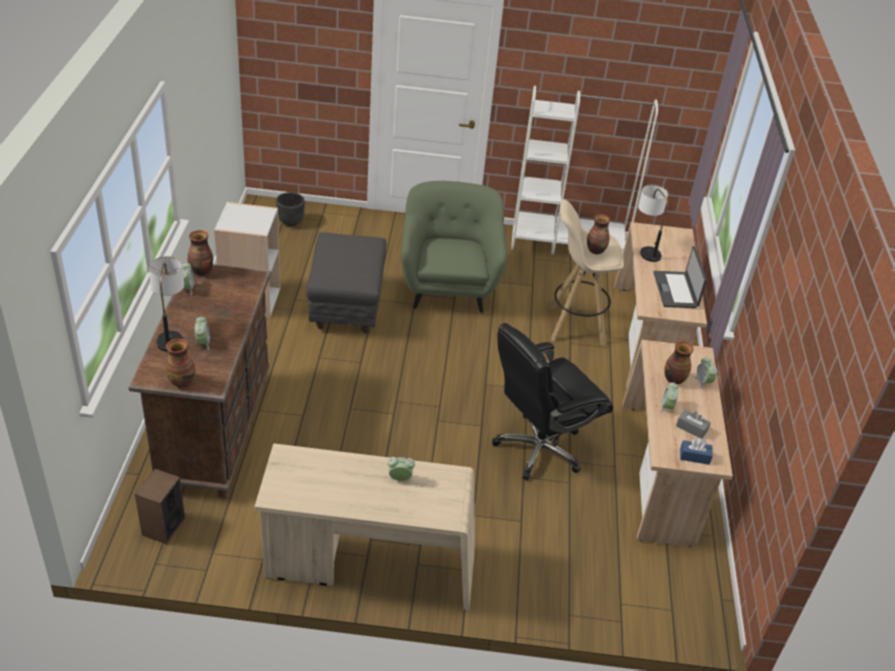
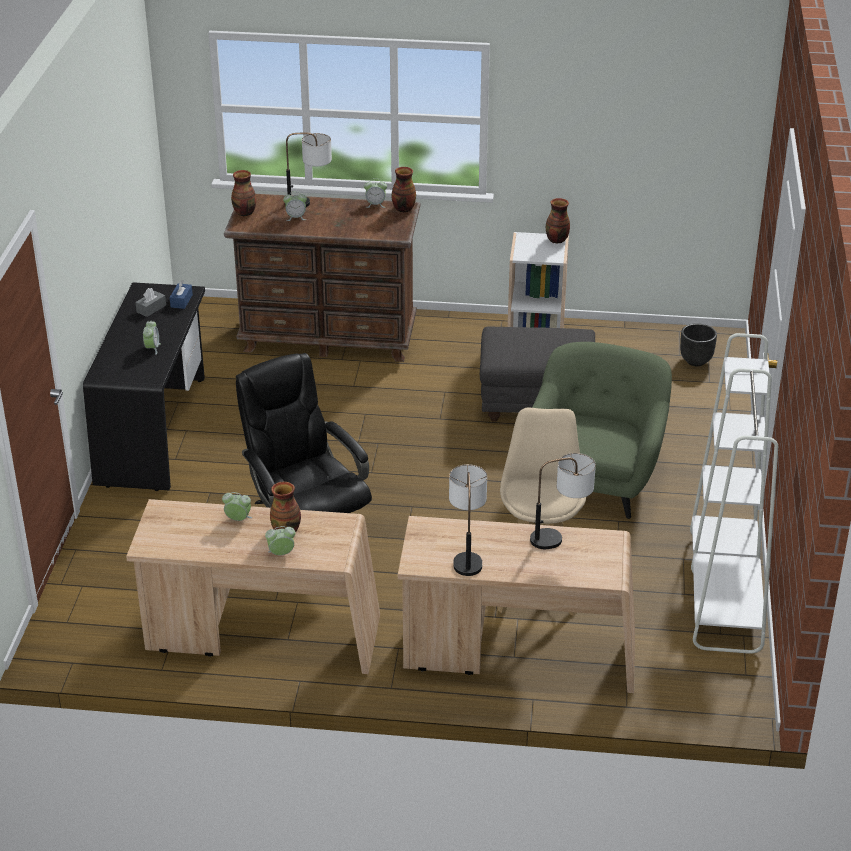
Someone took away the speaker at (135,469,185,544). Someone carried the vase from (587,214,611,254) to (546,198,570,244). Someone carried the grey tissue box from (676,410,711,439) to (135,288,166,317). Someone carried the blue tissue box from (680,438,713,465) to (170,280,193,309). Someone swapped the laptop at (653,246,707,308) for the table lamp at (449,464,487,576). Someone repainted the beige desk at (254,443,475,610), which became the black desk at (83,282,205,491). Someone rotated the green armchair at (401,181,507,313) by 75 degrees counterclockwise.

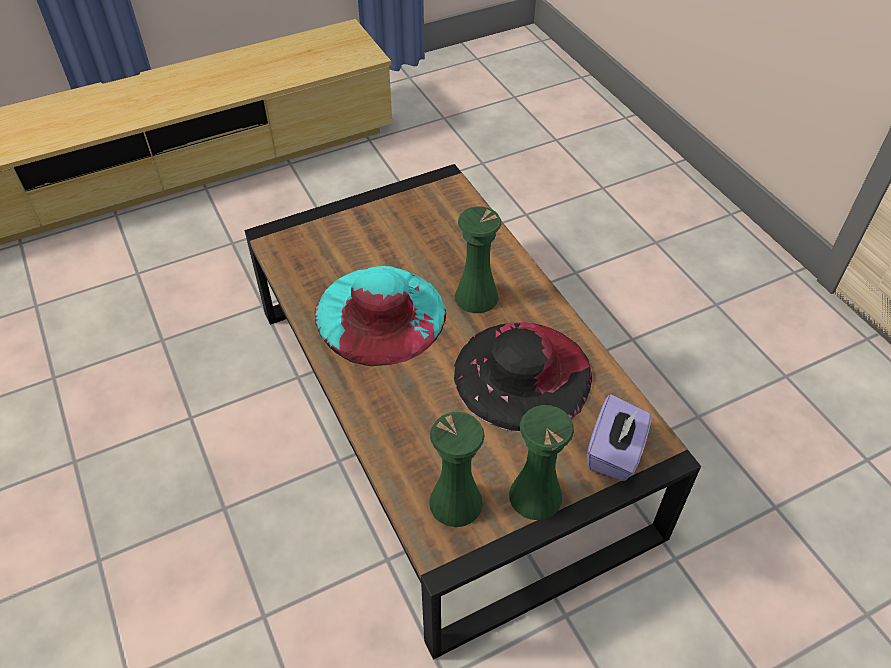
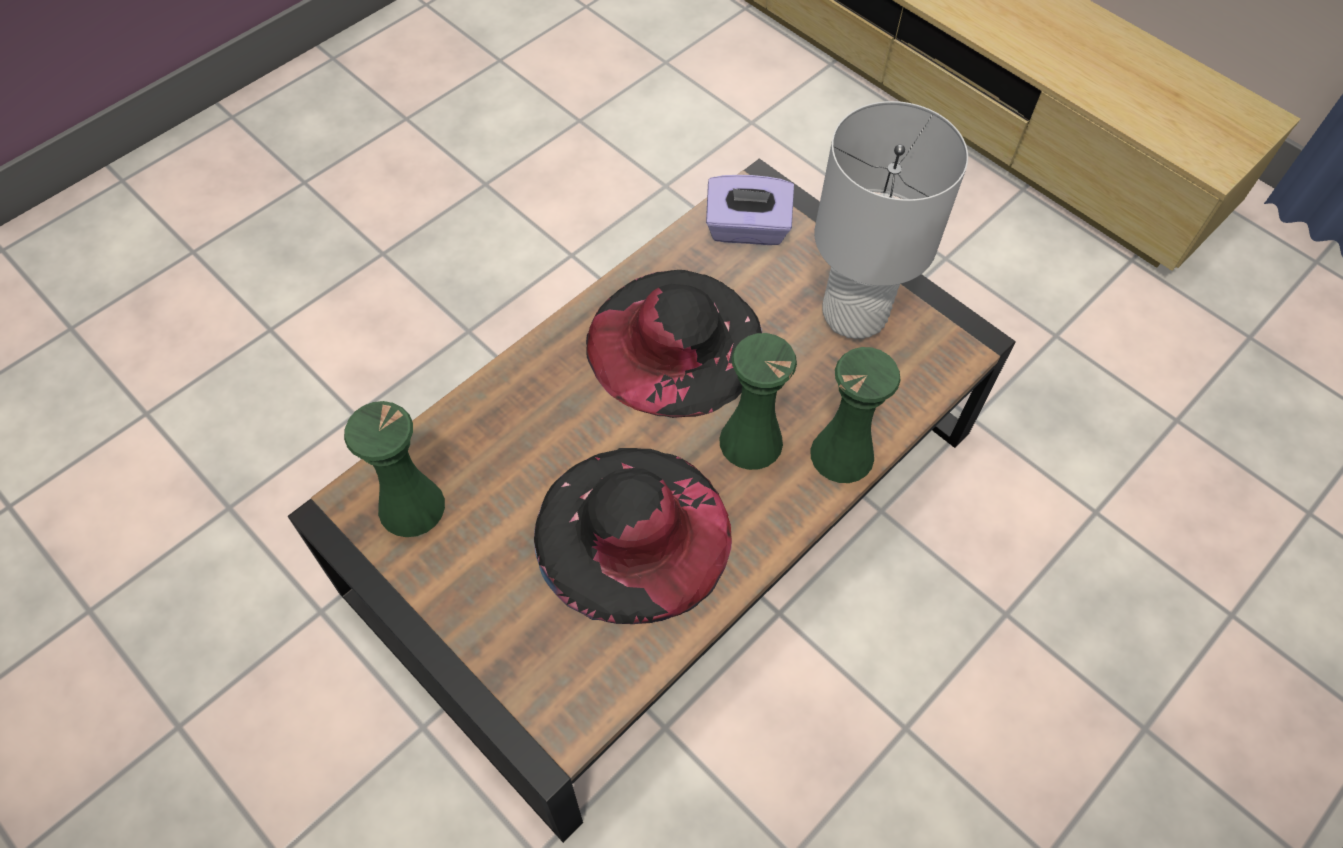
Someone put down the grey table lamp at (814,101,968,339). Someone carried the green vase from (509,405,574,520) to (810,347,901,483). Someone carried the purple tissue box from (587,394,651,481) to (706,175,794,245). Someone repainted the turquoise hat at (315,266,446,366), which became the black hat at (586,270,762,418).

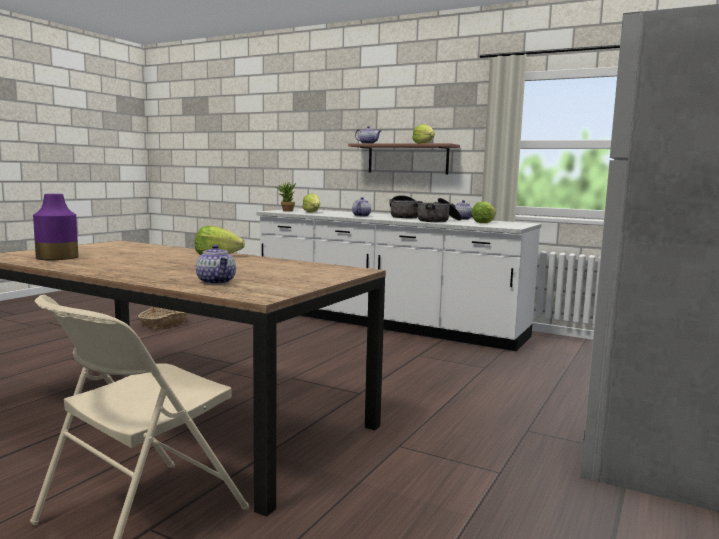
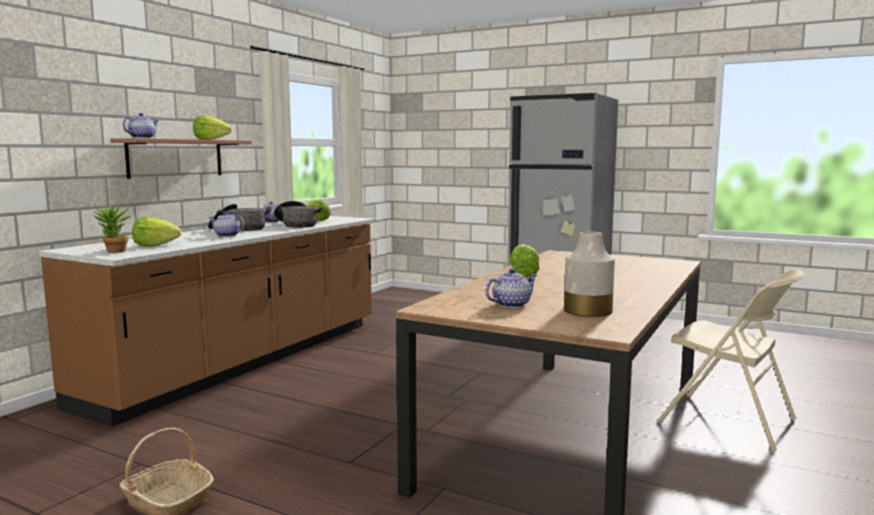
Someone carried the teapot from (196,244,236,285) to (485,268,537,308). Someone repainted the purple vase at (33,194,78,260), which became the beige vase at (564,232,615,317). Someone repainted the white counter at (256,209,541,351), which became the brown counter at (39,216,375,427).

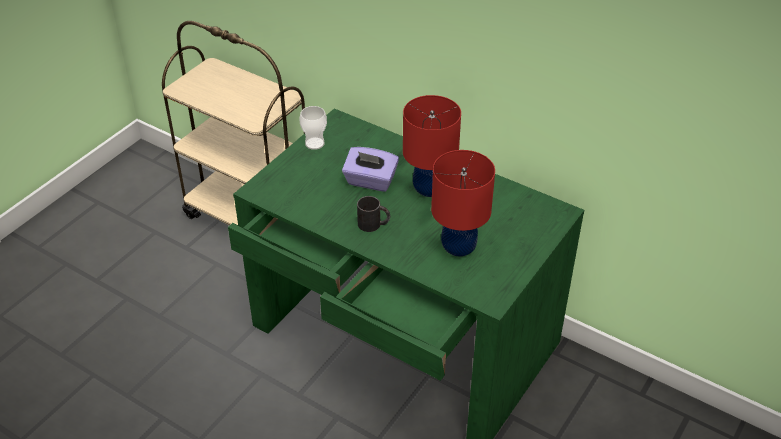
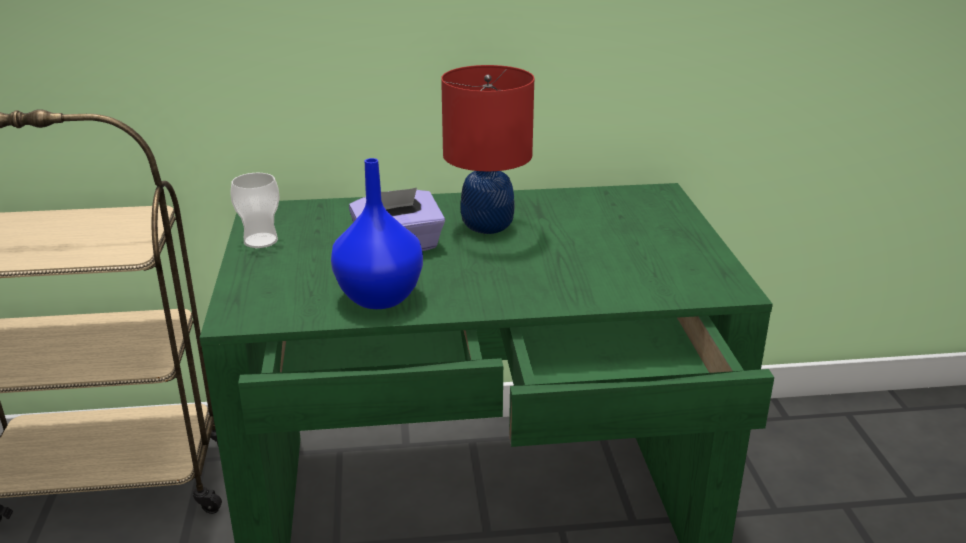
Someone took away the black mug at (357,196,390,232). Someone took away the red table lamp at (431,150,495,257). Someone put down the blue vase at (331,158,423,309).

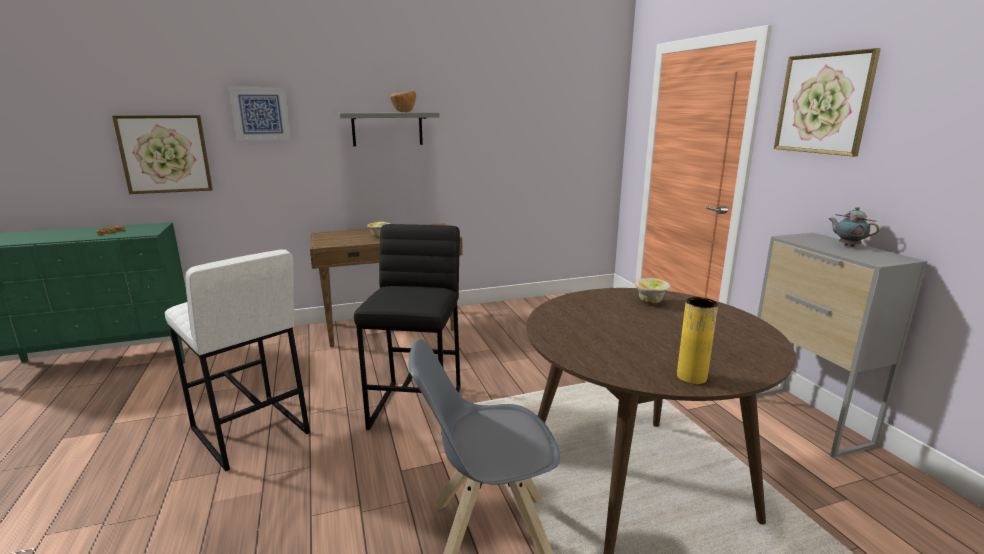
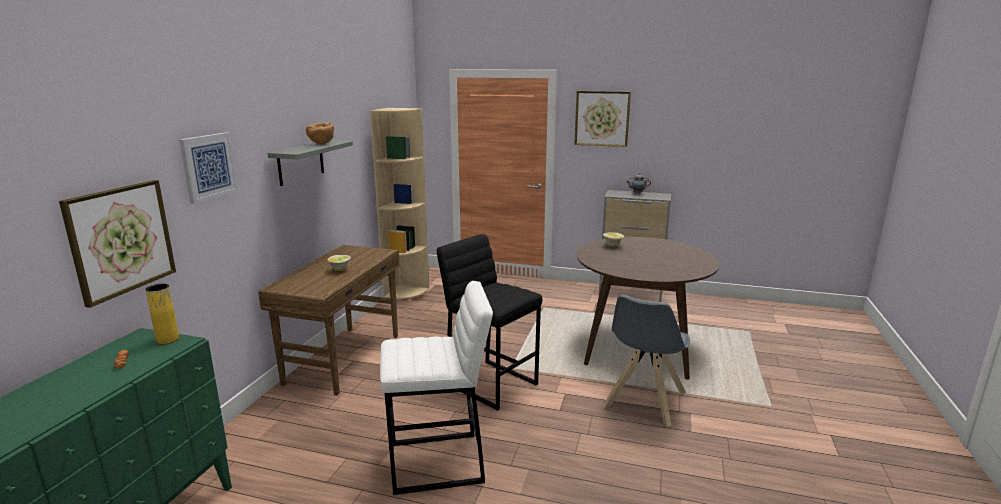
Someone put down the beige bookcase at (370,108,429,301). Someone carried the yellow vase from (677,297,718,384) to (145,284,179,344).

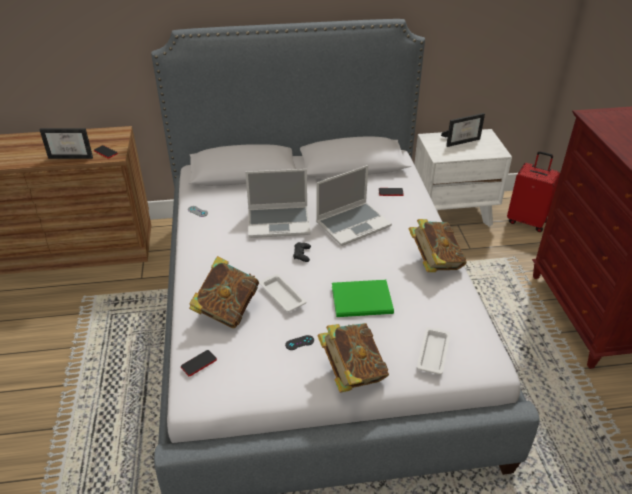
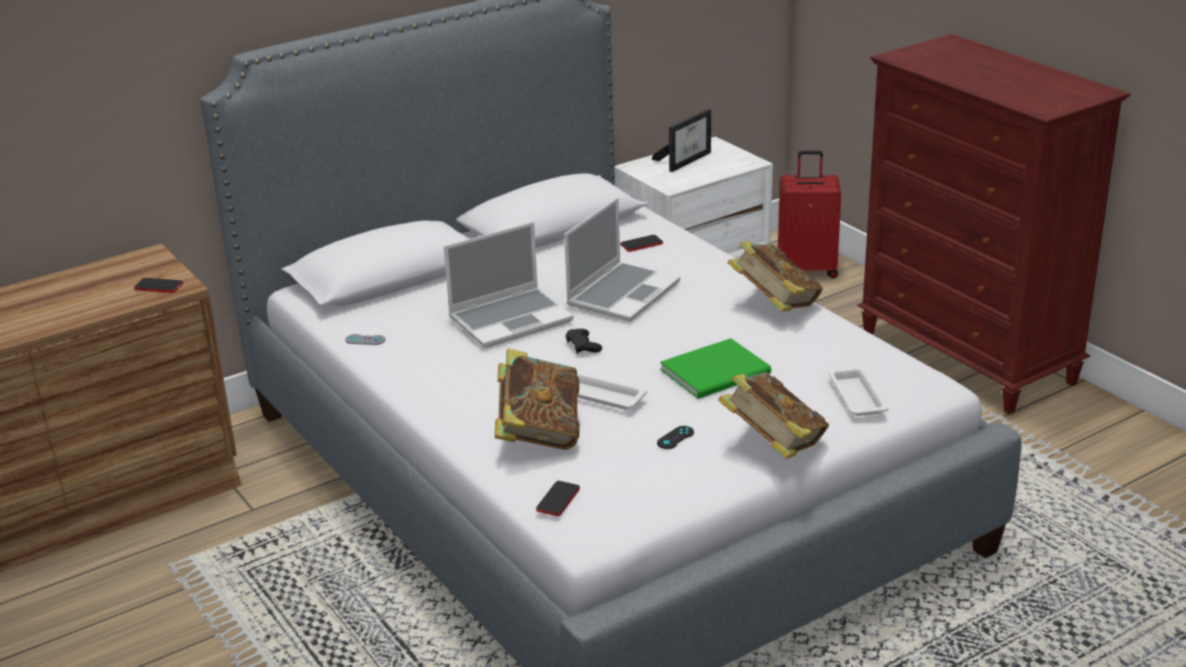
Someone took away the picture frame at (39,128,93,159).

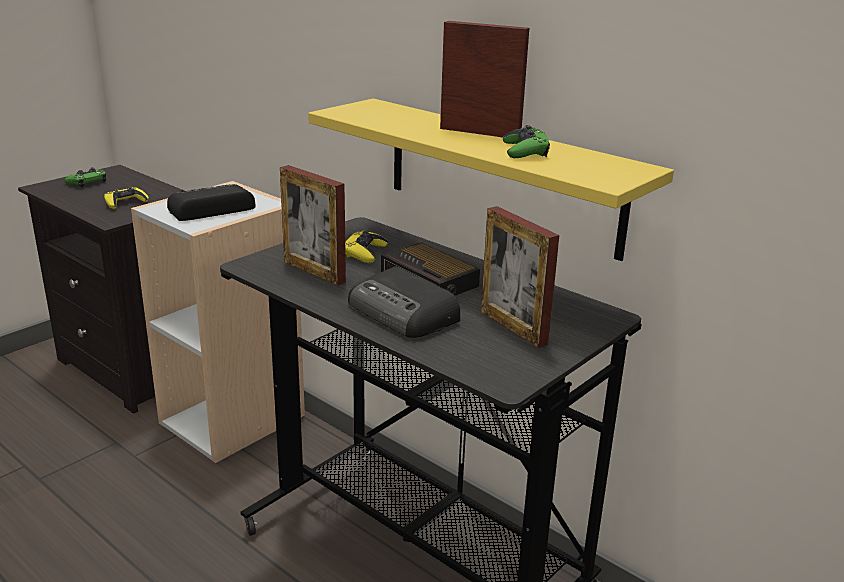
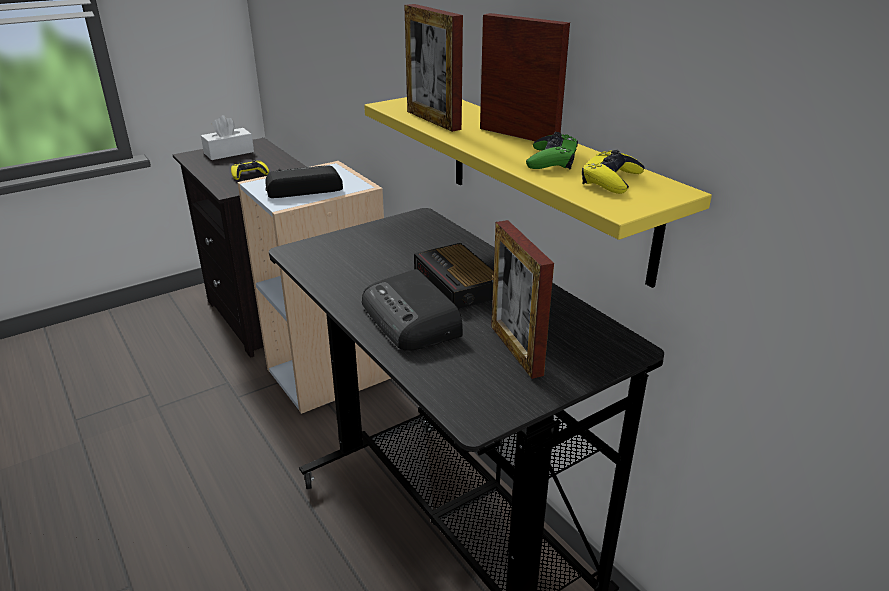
Someone carried the picture frame from (280,165,346,286) to (404,4,463,132). Someone carried the yellow game controller from (345,231,388,263) to (582,150,644,194). Someone swapped the green game controller at (64,167,106,188) for the white tissue box at (201,115,254,160).

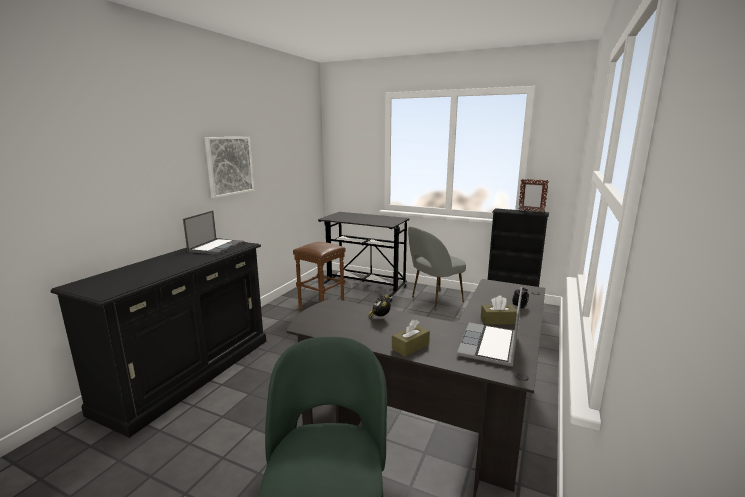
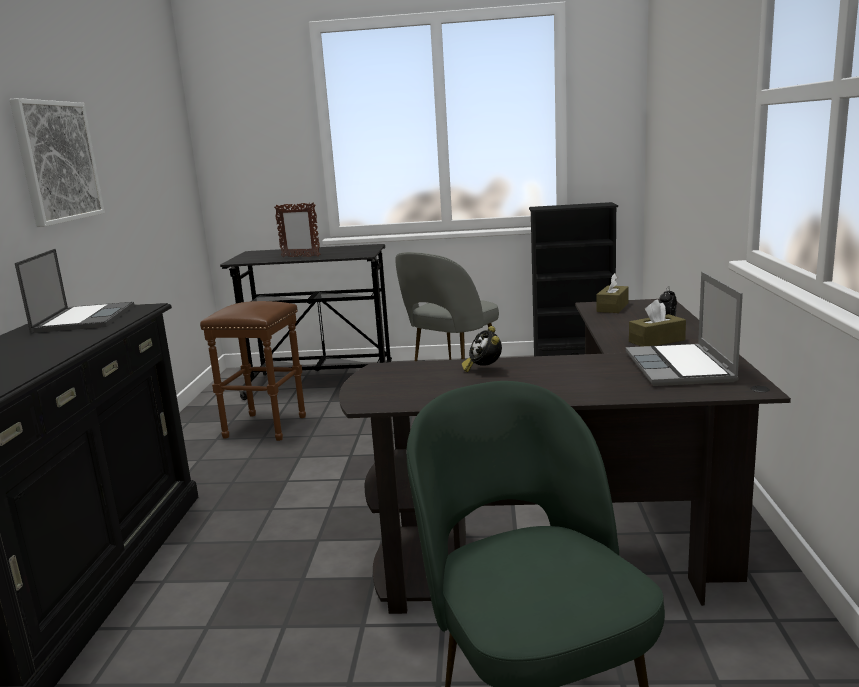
Someone carried the brown tissue box from (392,320,430,357) to (596,273,629,313). Someone carried the picture frame from (519,179,549,213) to (274,202,321,257).

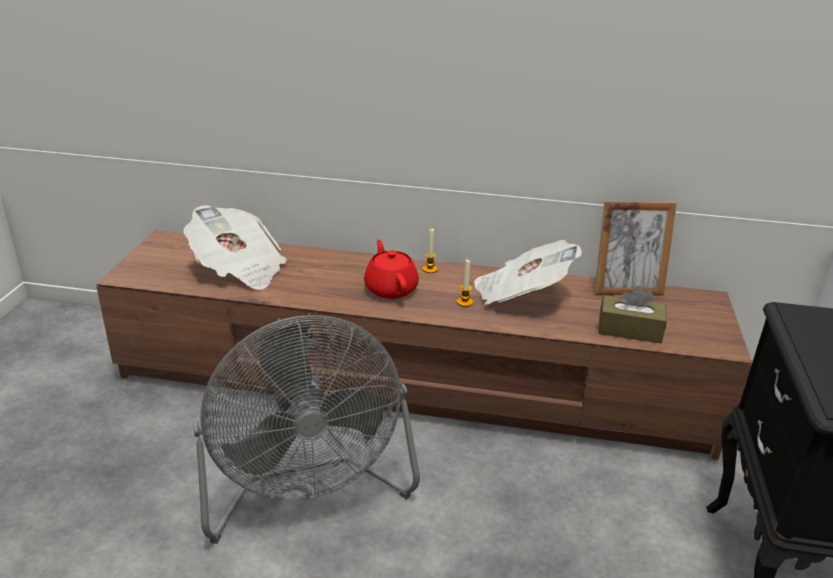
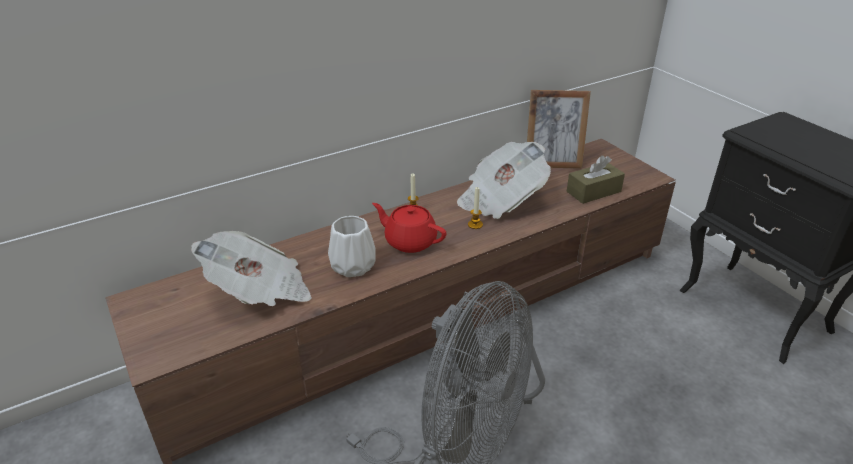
Someone put down the white vase at (328,216,376,277). Someone rotated the picture frame at (595,201,677,296) by 45 degrees clockwise.

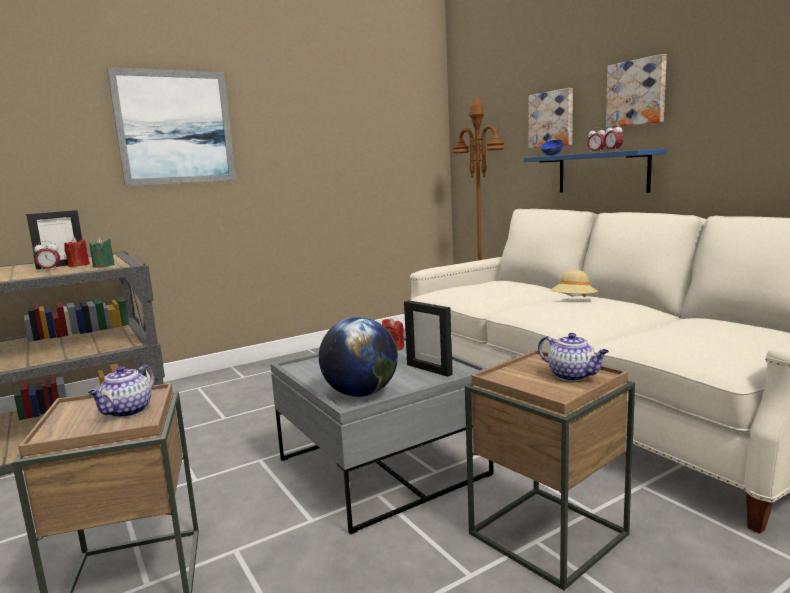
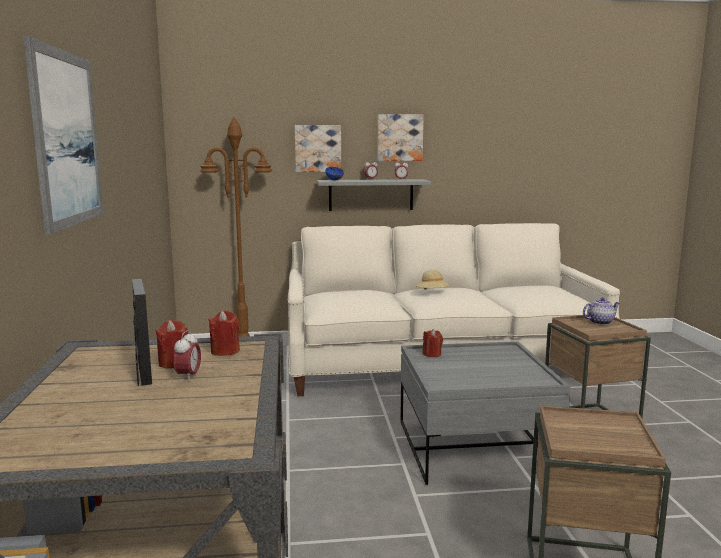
Someone took away the teapot at (88,365,155,418). Someone took away the globe at (319,317,398,397). Someone took away the picture frame at (404,300,453,377). Someone repainted the green candle at (89,237,115,268), which became the red candle at (208,310,240,356). Someone repainted the blue shelf at (524,149,667,193), which became the grey shelf at (317,179,431,211).

